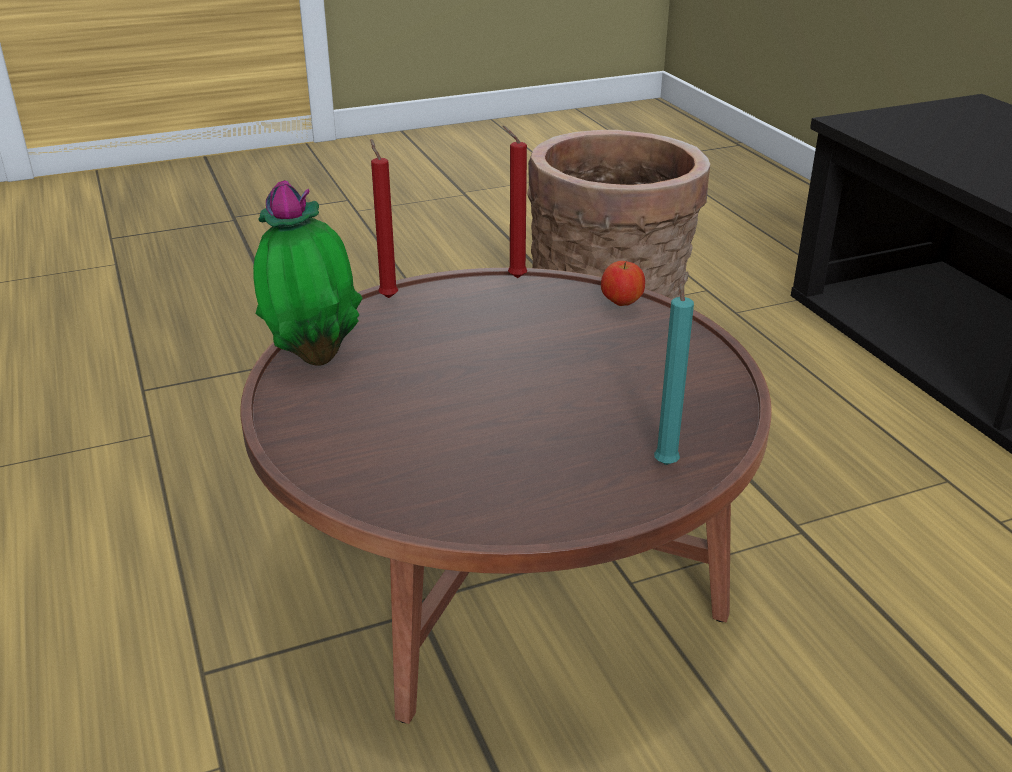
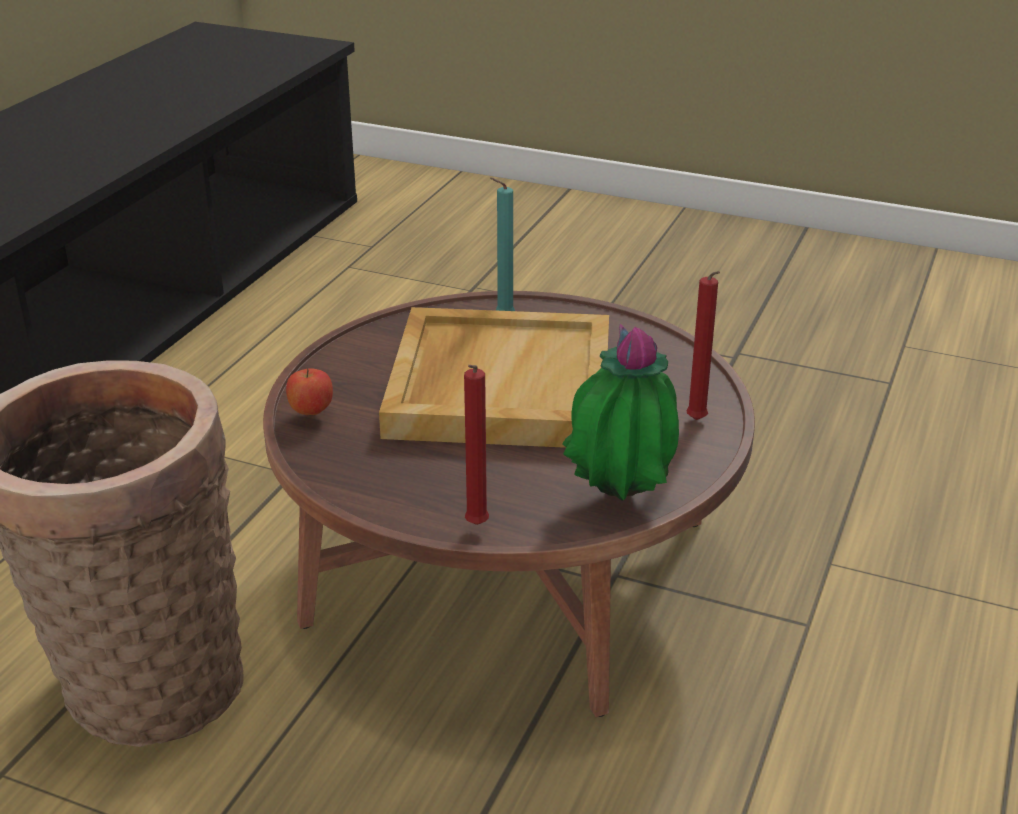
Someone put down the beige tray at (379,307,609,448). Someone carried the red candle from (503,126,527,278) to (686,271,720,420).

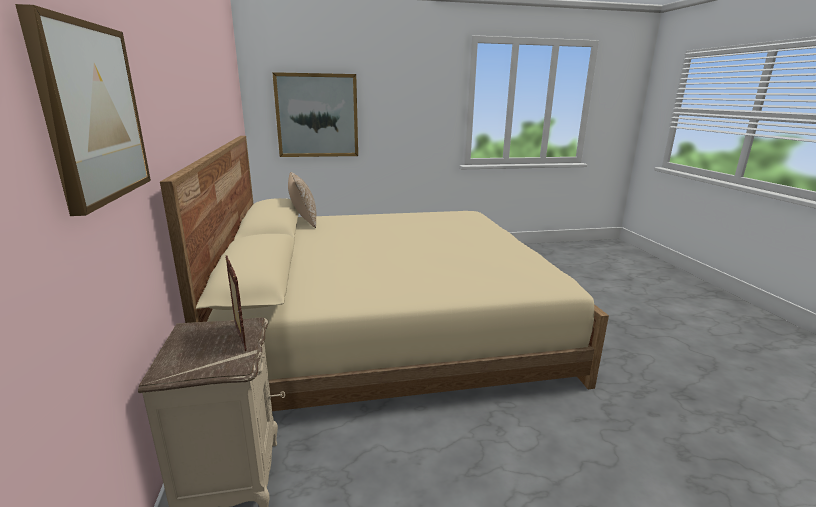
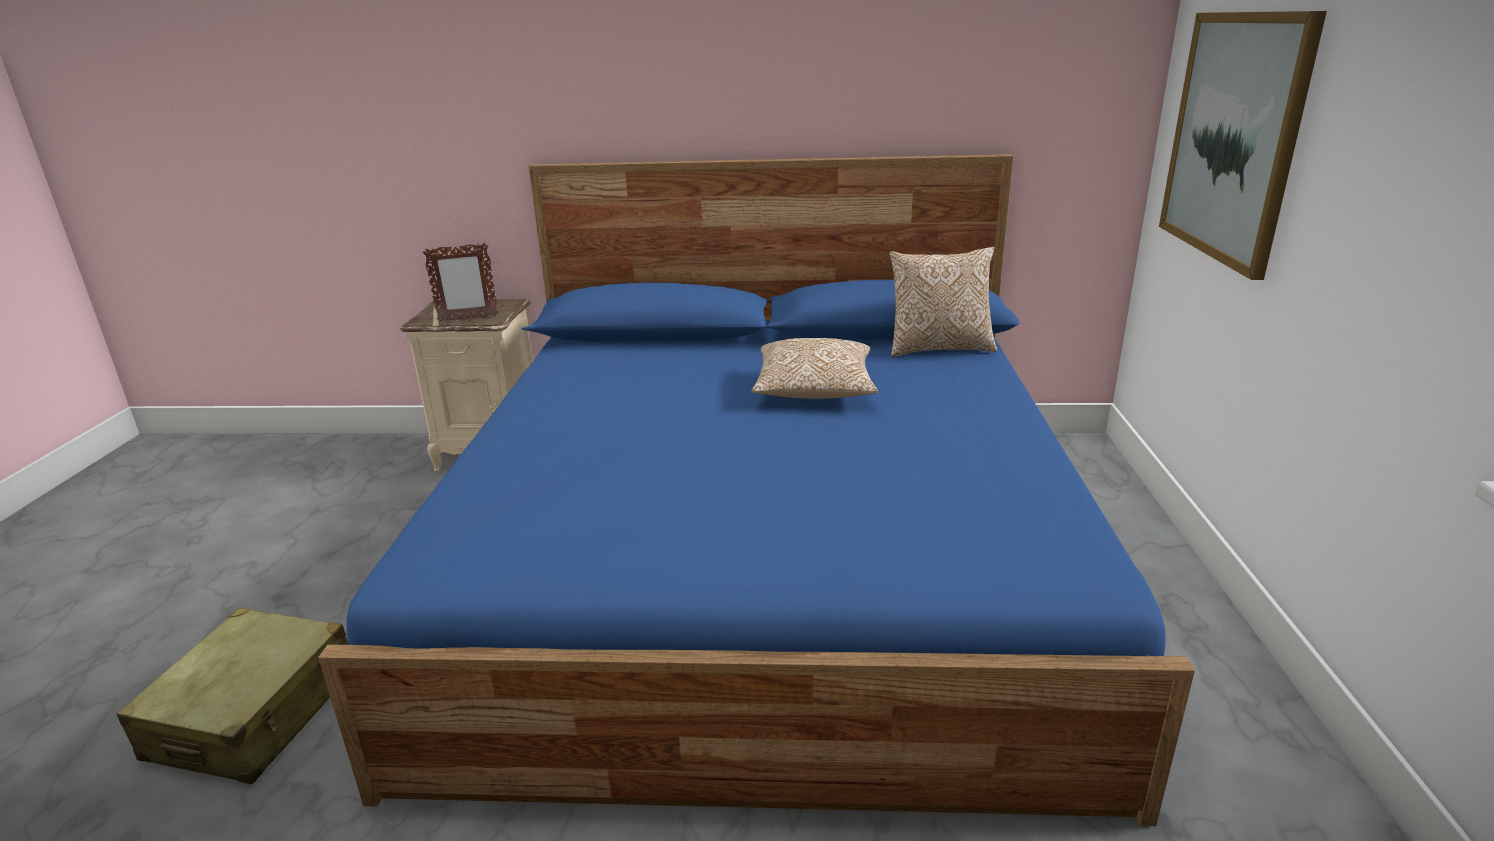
Someone took away the picture at (15,4,151,216). Someone put down the beige suitcase at (116,608,348,784). Someone put down the pillow at (752,338,878,399). Someone repainted the beige bed at (160,136,609,411), which became the blue bed at (318,154,1195,826).

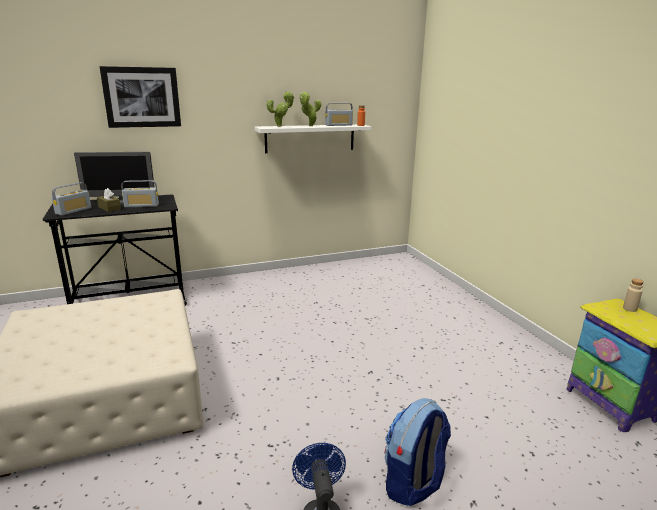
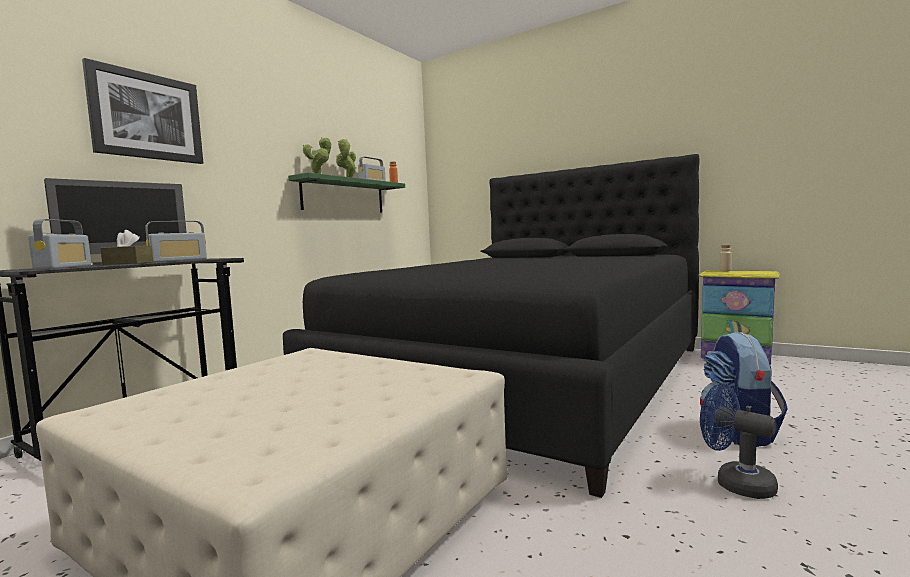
Someone put down the black bed at (283,154,699,498). Someone repainted the white shelf at (254,124,372,153), which became the green shelf at (288,173,405,213).

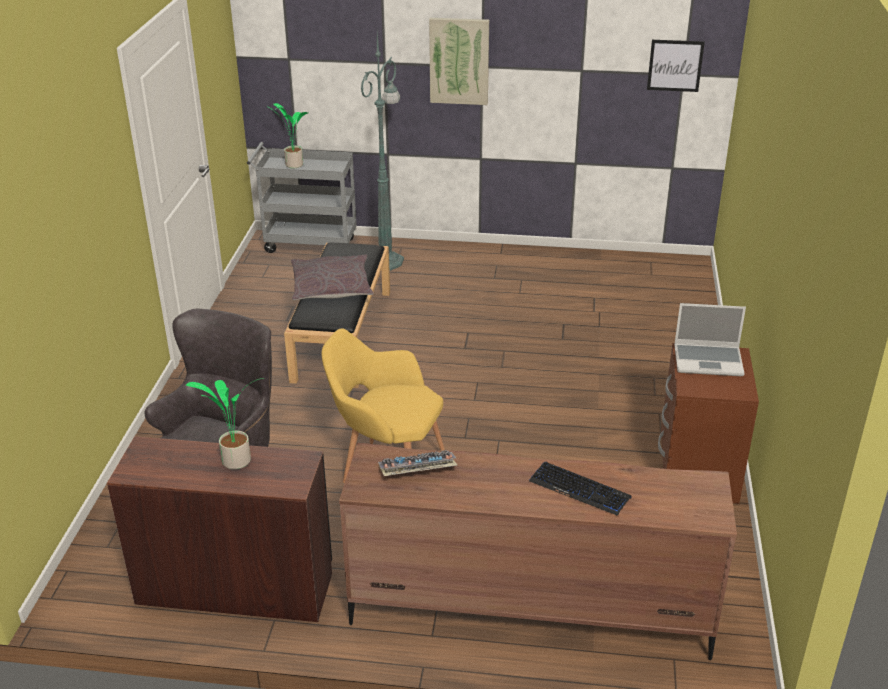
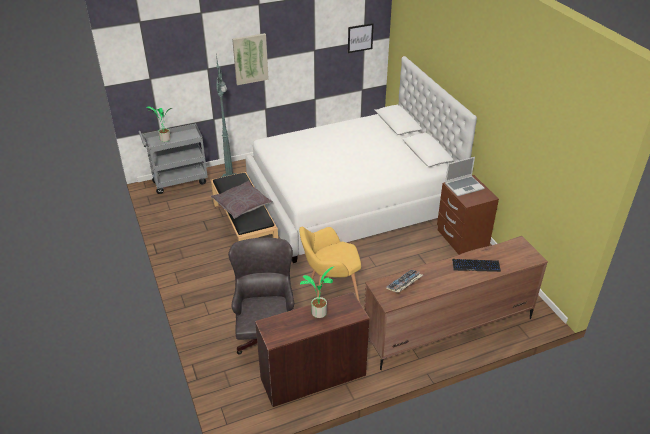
Someone put down the white bed at (246,56,477,263).

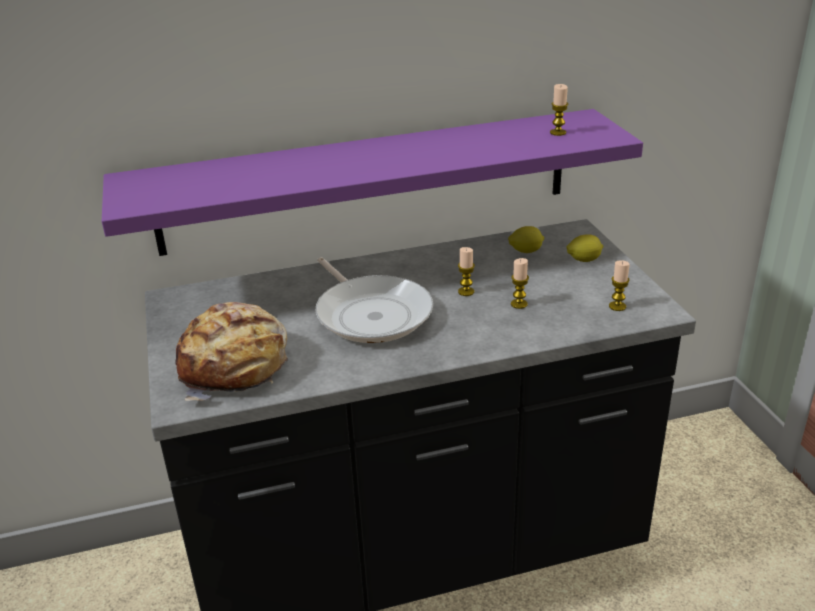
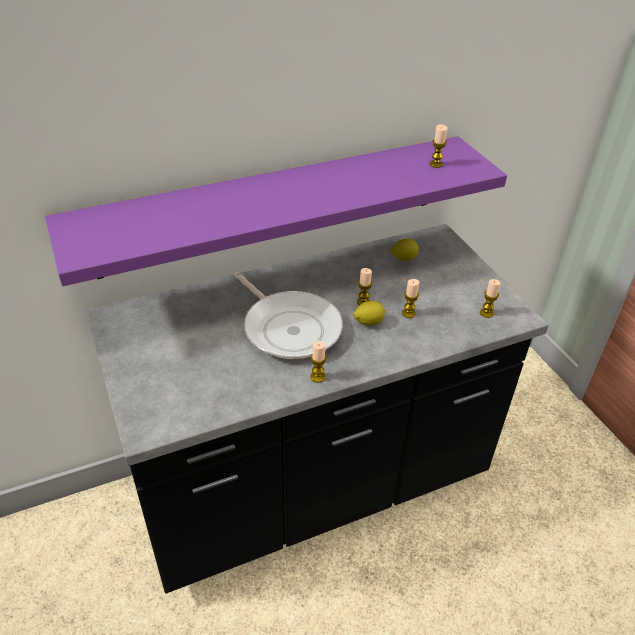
Someone took away the bread at (175,302,288,401). Someone put down the candle at (310,341,327,383). Someone carried the lemon from (566,234,603,262) to (353,301,386,326).

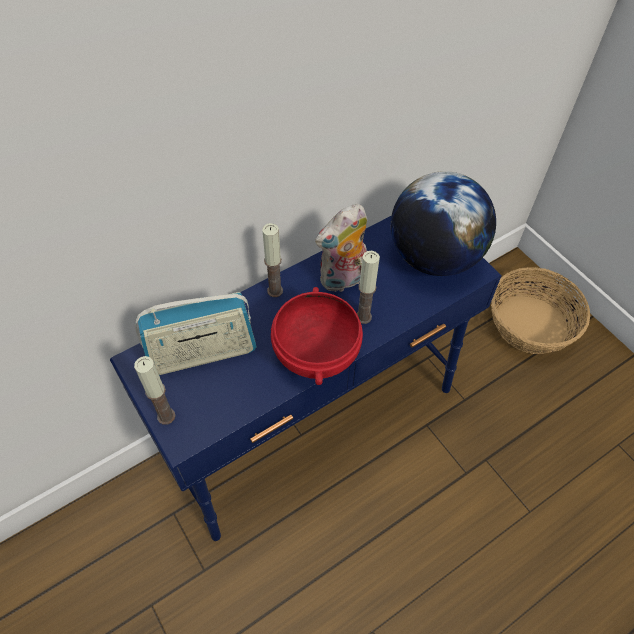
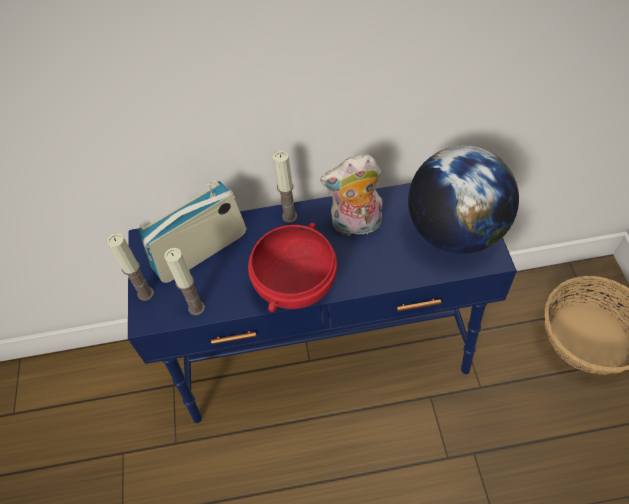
Someone carried the candle from (357,251,380,324) to (164,248,205,315). Someone rotated the radio at (135,292,257,375) by 135 degrees clockwise.

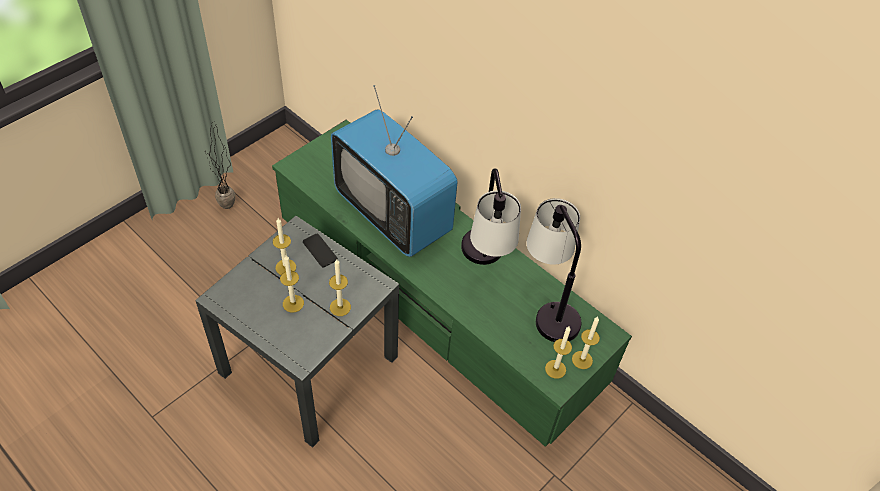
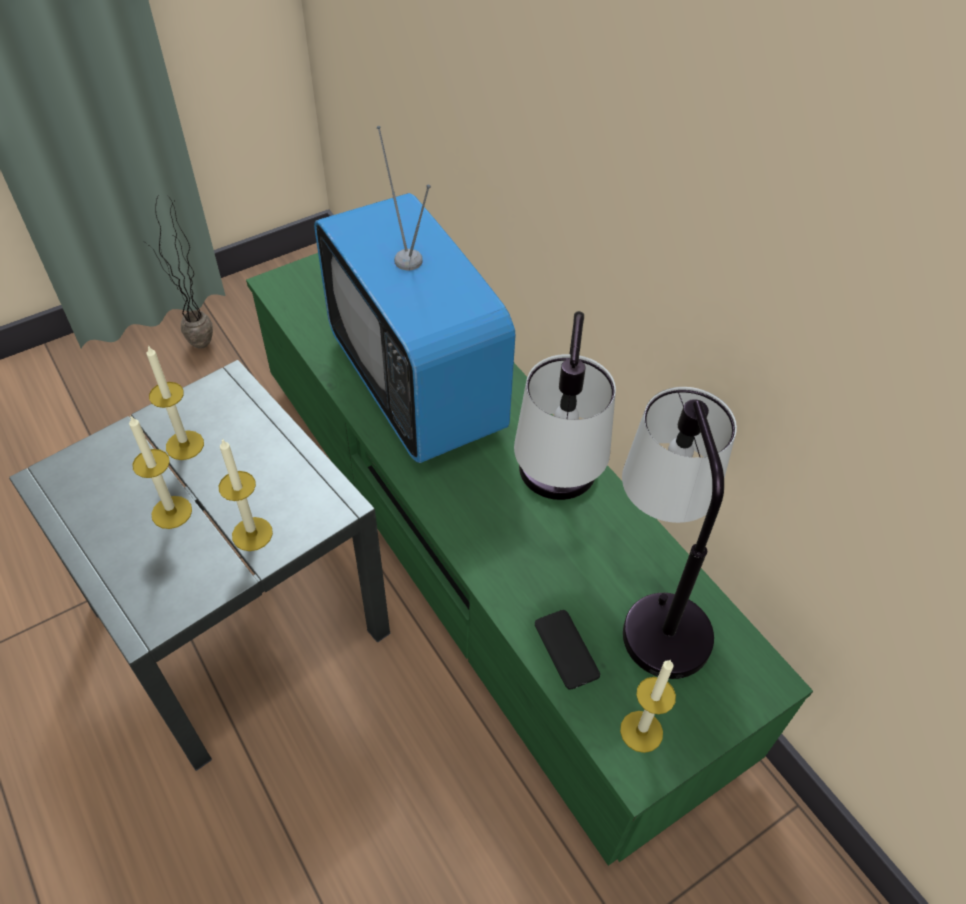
Someone took away the candle at (572,317,600,369). Someone carried the phone from (303,234,338,268) to (535,610,600,690).

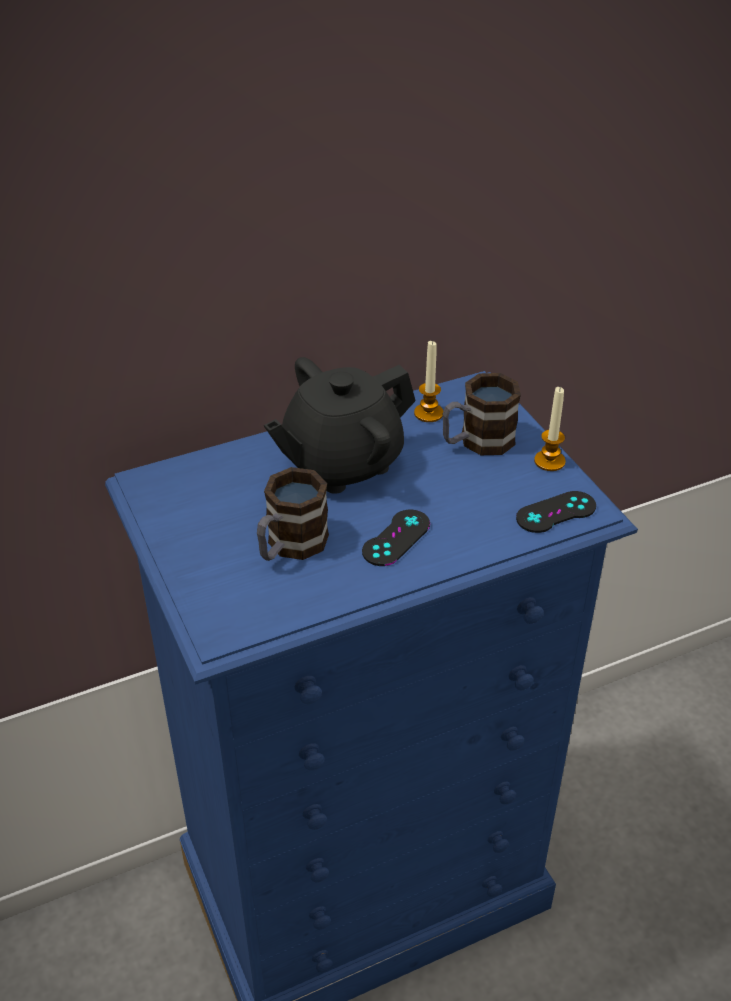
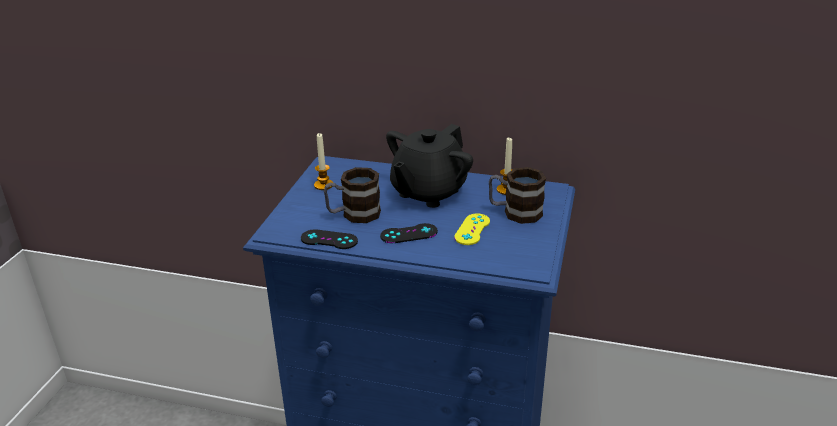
Someone put down the yellow game controller at (454,214,490,245). Someone carried the black game controller from (516,491,596,533) to (301,229,358,249). Someone carried the candle from (534,387,565,471) to (314,133,333,190). Someone rotated the black teapot at (264,357,416,494) by 60 degrees counterclockwise.

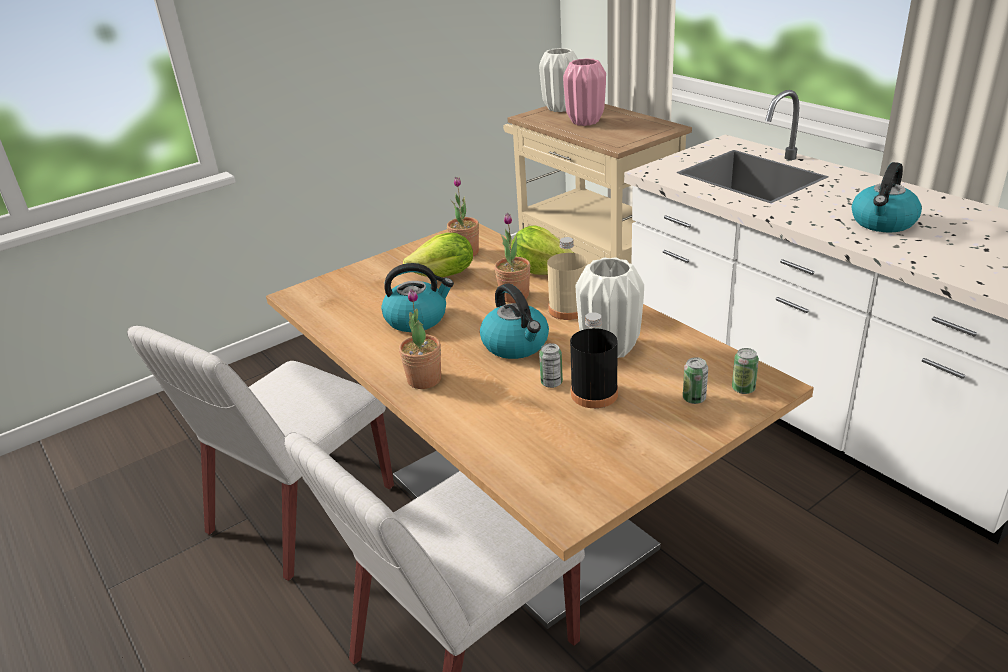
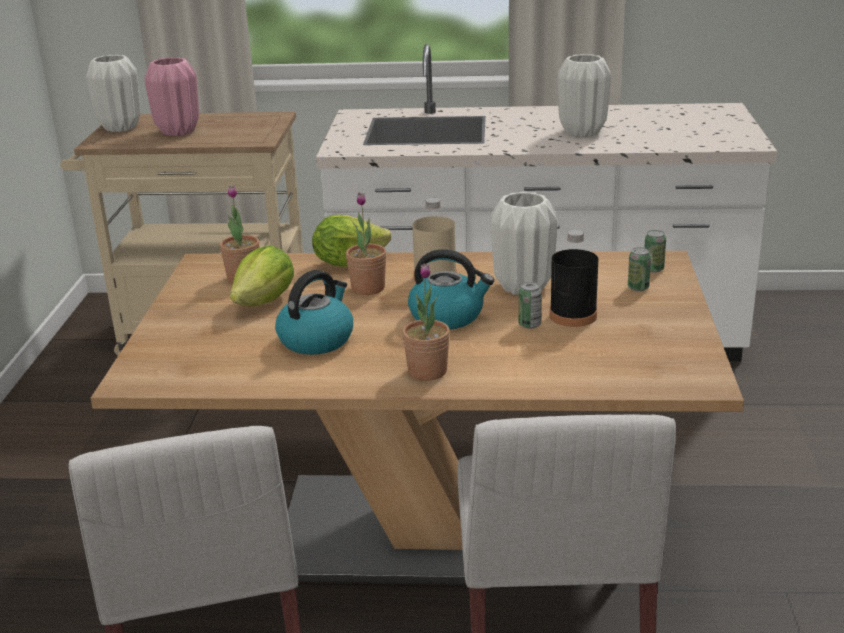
Someone swapped the kettle at (852,162,922,233) for the white vase at (557,54,611,137).

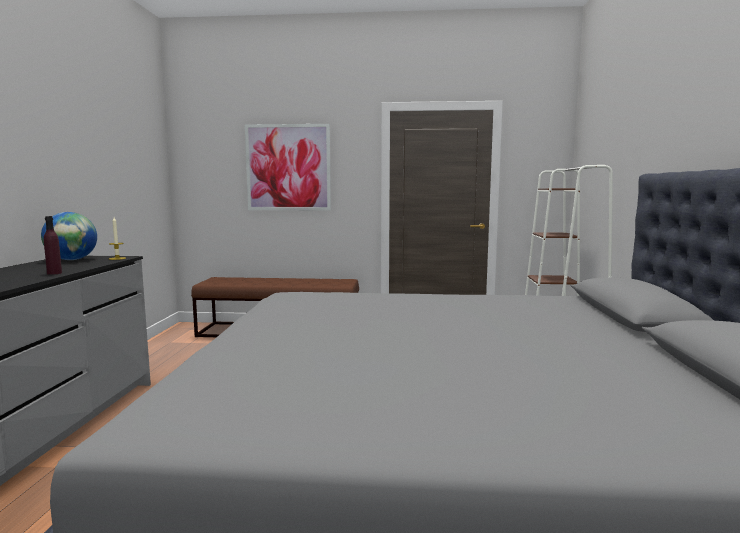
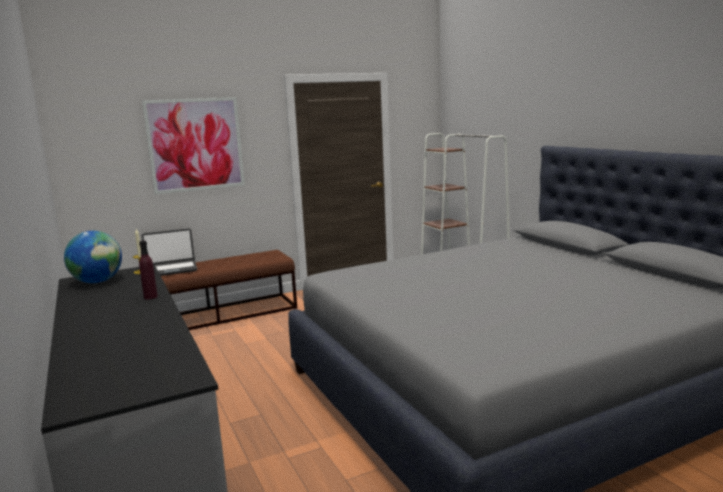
Someone put down the laptop at (142,228,197,276).

